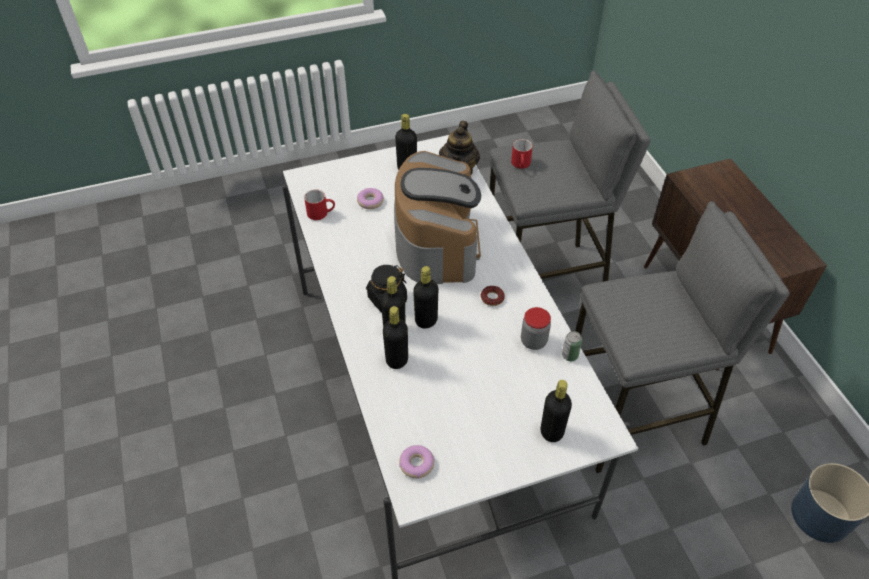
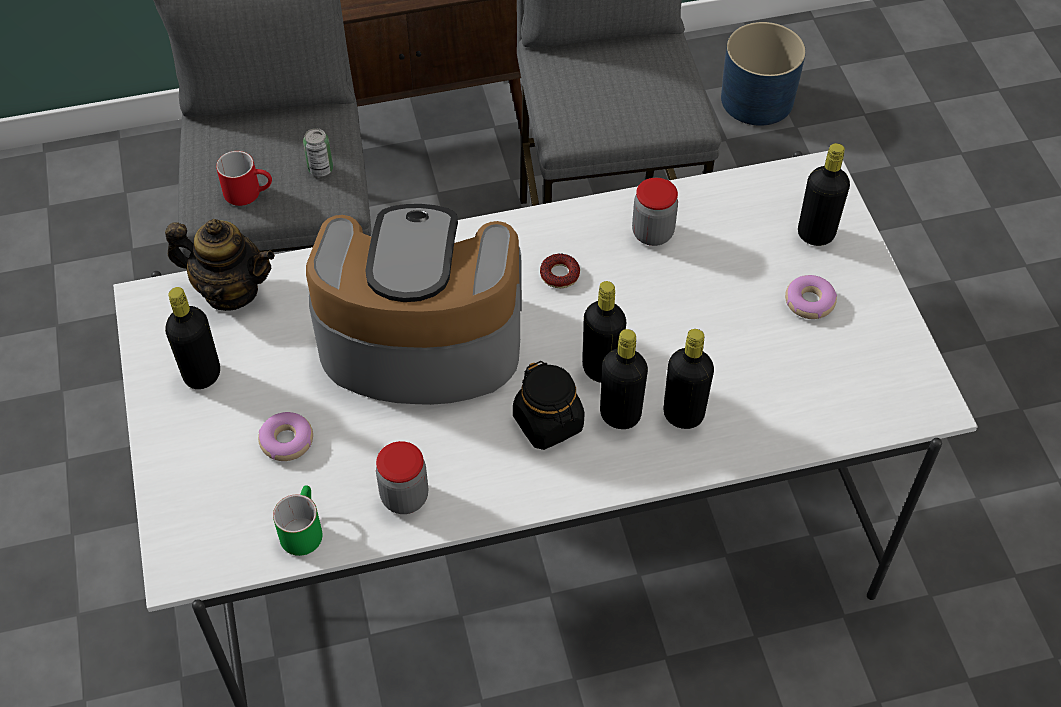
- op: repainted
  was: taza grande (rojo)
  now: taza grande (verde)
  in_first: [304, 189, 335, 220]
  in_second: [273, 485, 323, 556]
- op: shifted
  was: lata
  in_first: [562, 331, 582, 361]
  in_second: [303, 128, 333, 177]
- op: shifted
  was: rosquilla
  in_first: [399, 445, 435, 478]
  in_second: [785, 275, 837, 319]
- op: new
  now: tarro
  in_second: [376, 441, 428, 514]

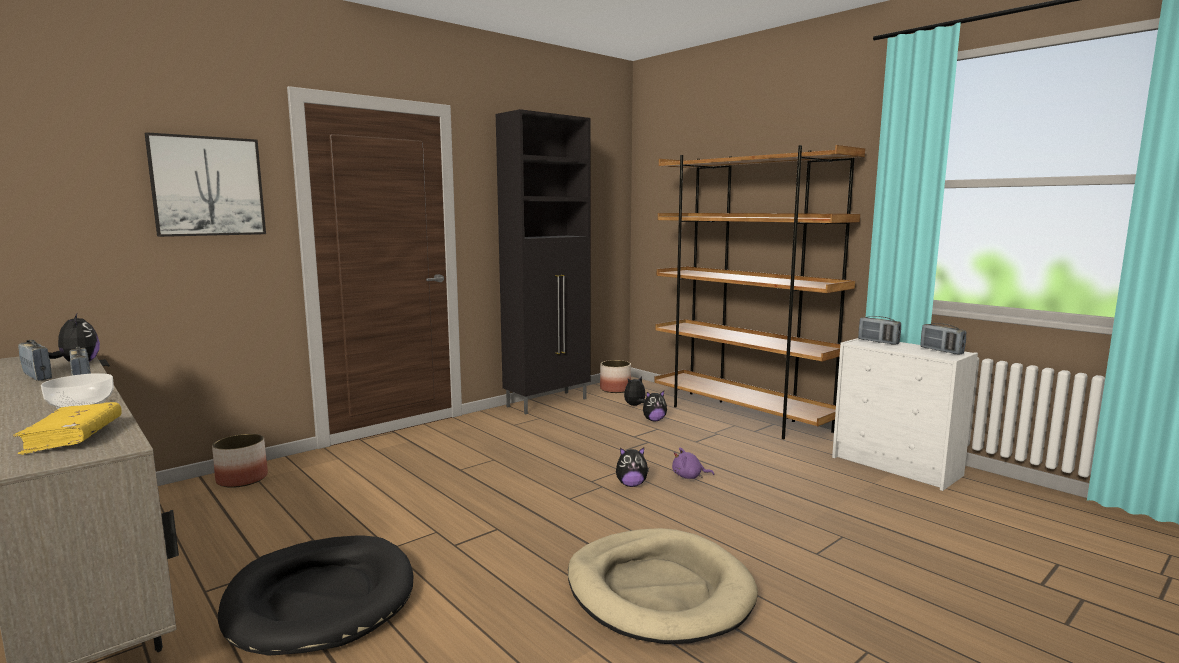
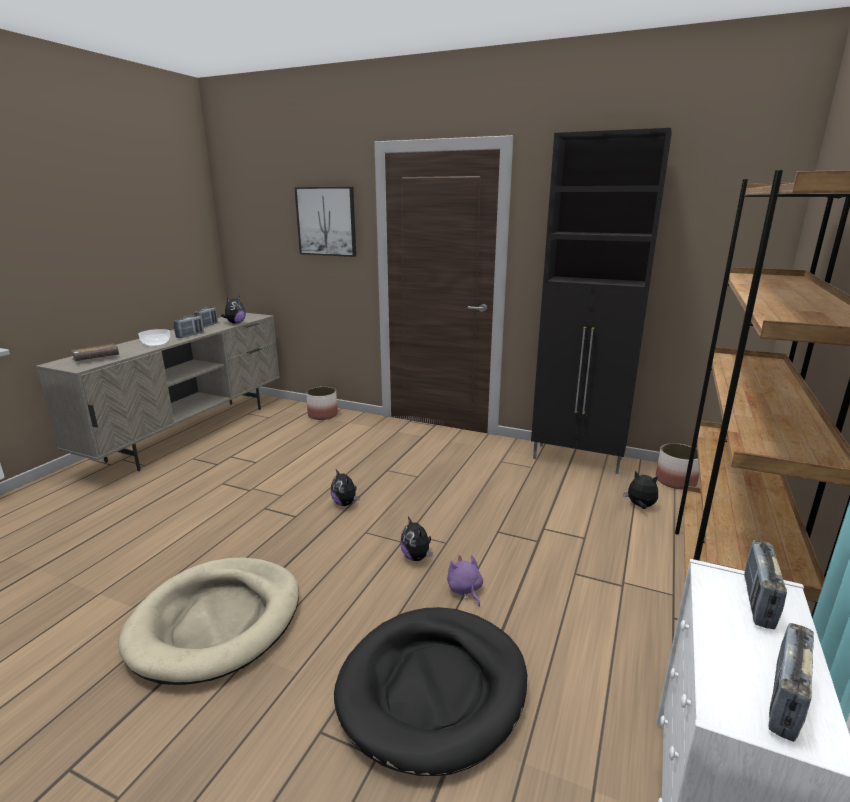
- op: shifted
  was: peluche
  in_first: [643, 391, 667, 421]
  in_second: [331, 469, 359, 506]
- op: repainted
  was: libro (amarillo)
  now: libro (marrón)
  in_first: [13, 402, 122, 455]
  in_second: [70, 344, 119, 361]
- op: shifted
  was: cama para perro (negro)
  in_first: [218, 536, 413, 656]
  in_second: [334, 607, 527, 776]

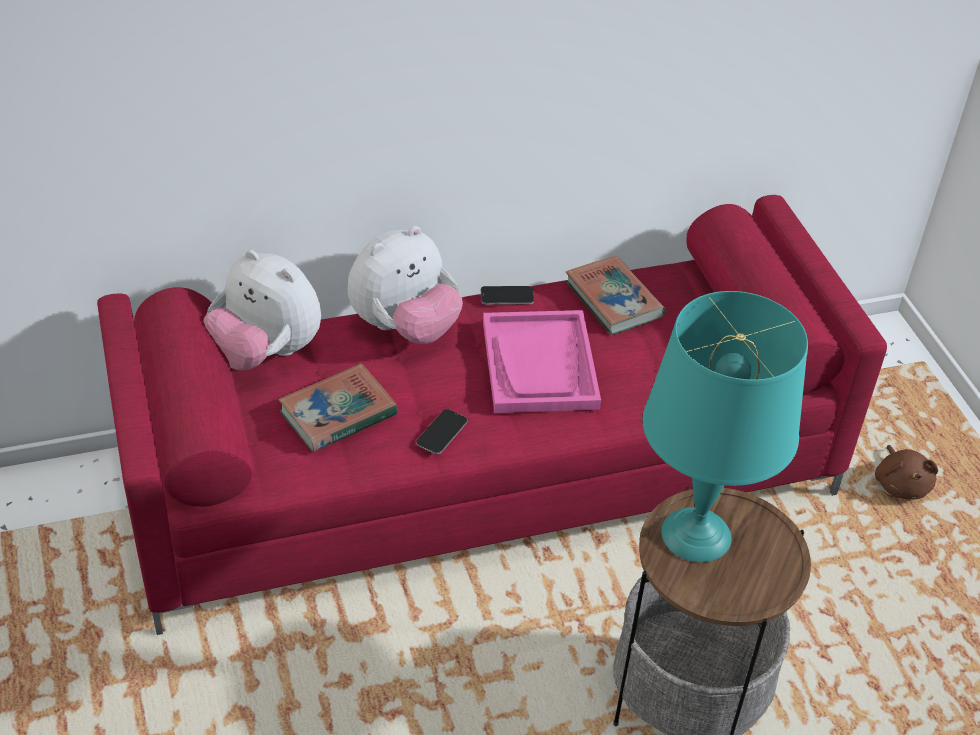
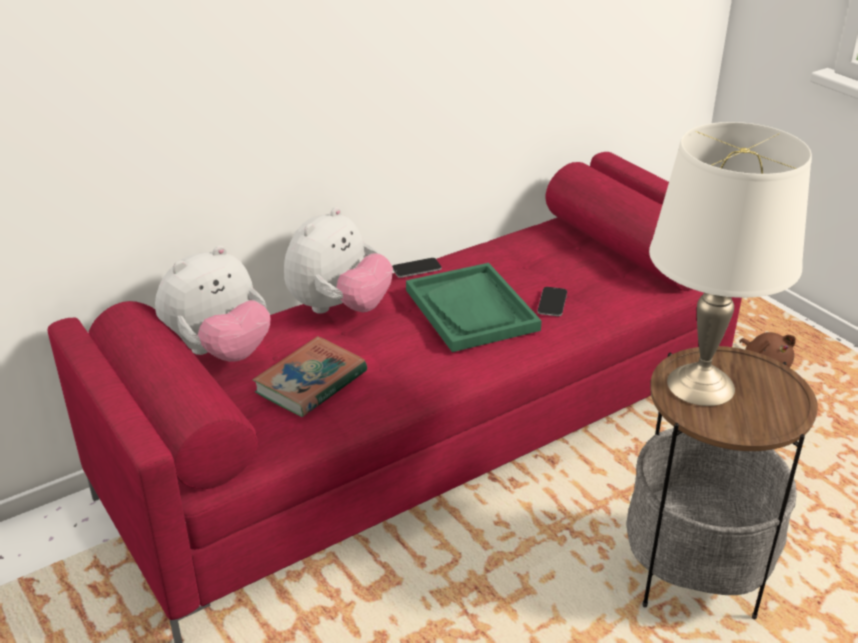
- op: rotated
  was: peluche
  in_first: [203, 250, 321, 370]
  in_second: [155, 245, 271, 362]
  clockwise: -60
- op: gone
  was: libro
  in_first: [566, 256, 665, 335]
- op: repainted
  was: lámpara de mesa (turquesa)
  now: lámpara de mesa (blanco)
  in_first: [643, 291, 808, 562]
  in_second: [649, 122, 812, 406]
- op: repainted
  was: bandeja (rosa)
  now: bandeja (verde)
  in_first: [483, 310, 601, 413]
  in_second: [406, 263, 542, 352]
- op: shifted
  was: móvil
  in_first: [416, 409, 468, 454]
  in_second: [537, 287, 567, 316]

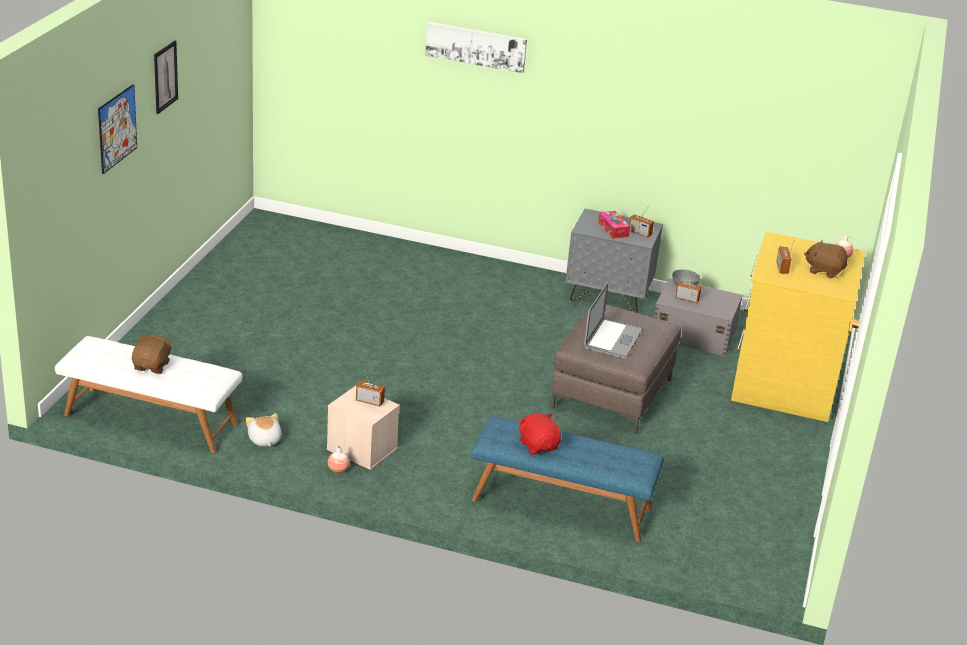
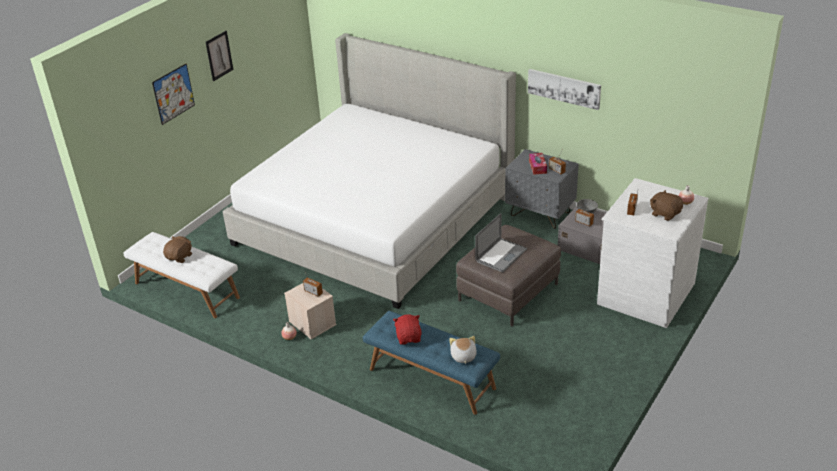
- op: shifted
  was: cuadro
  in_first: [425, 22, 527, 73]
  in_second: [528, 69, 601, 110]
- op: repainted
  was: cómoda (amarillo)
  now: cómoda (blanco)
  in_first: [731, 232, 865, 422]
  in_second: [597, 178, 709, 328]
- op: shifted
  was: peluche
  in_first: [246, 413, 282, 446]
  in_second: [449, 336, 477, 364]
- op: new
  now: cama
  in_second: [223, 33, 516, 309]

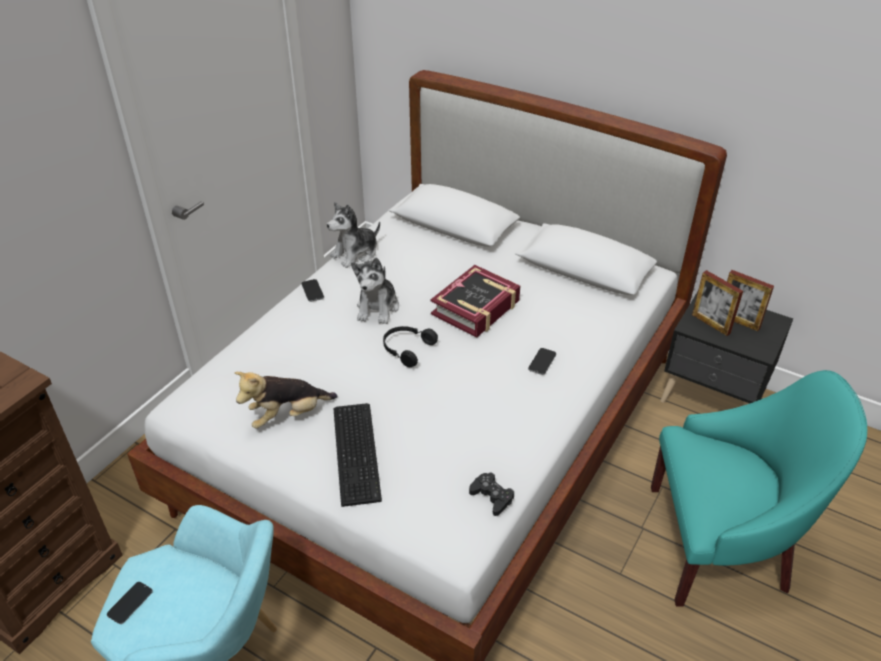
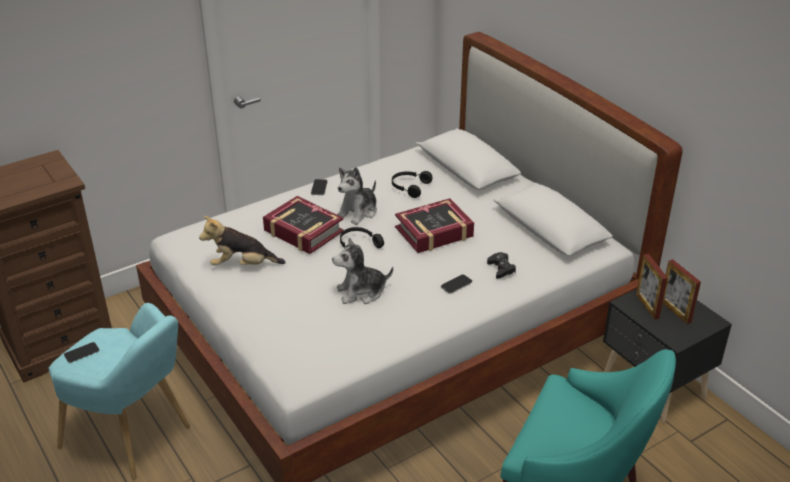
- op: shifted
  was: peluche
  in_first: [327, 202, 380, 268]
  in_second: [332, 238, 393, 304]
- op: gone
  was: teclado
  in_first: [333, 403, 382, 507]
- op: shifted
  was: mando de consola (negro)
  in_first: [469, 473, 514, 516]
  in_second: [487, 252, 516, 279]
- op: new
  now: auriculares (negro)
  in_second: [392, 171, 432, 198]
- op: new
  now: libro
  in_second: [263, 196, 344, 254]

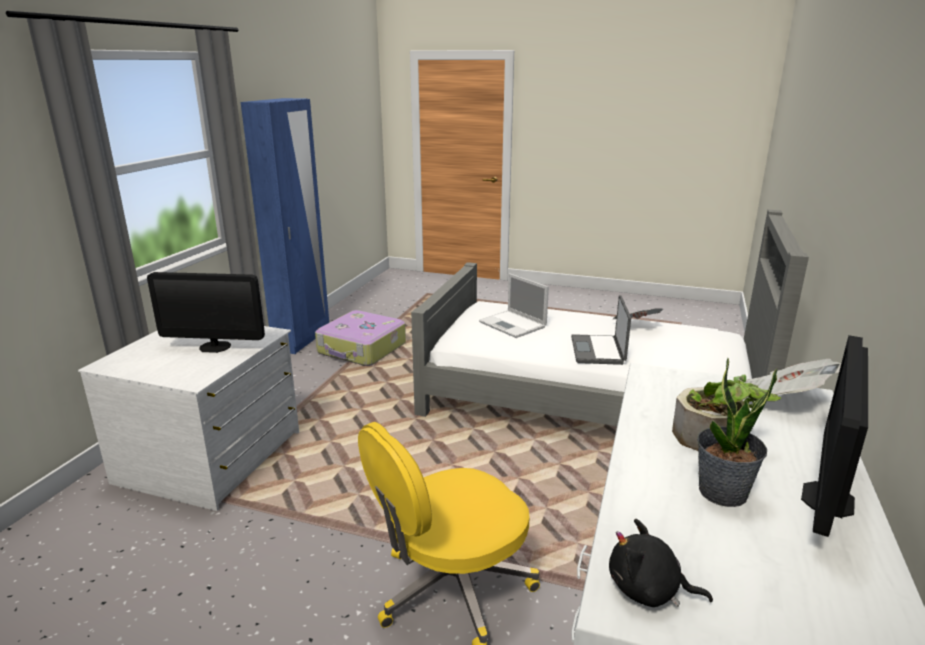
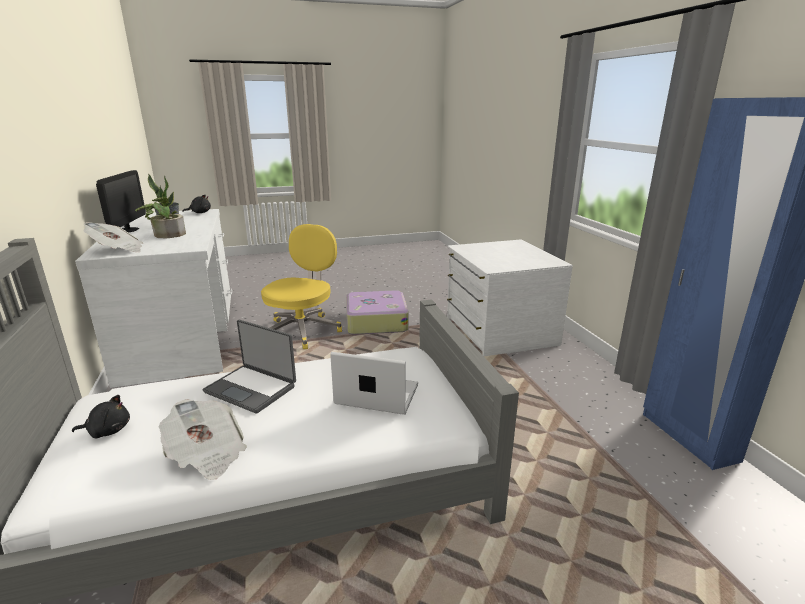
- op: gone
  was: monitor
  in_first: [147, 272, 265, 353]
- op: rotated
  was: portátil
  in_first: [571, 296, 631, 365]
  in_second: [203, 320, 296, 414]
  clockwise: 150
- op: shifted
  was: maleta
  in_first: [315, 310, 406, 366]
  in_second: [346, 290, 409, 335]
- op: new
  now: peluche (negro)
  in_second: [72, 395, 130, 438]

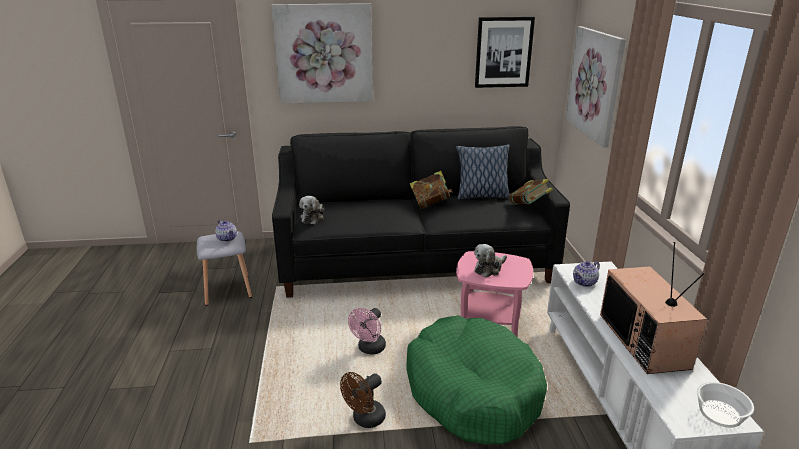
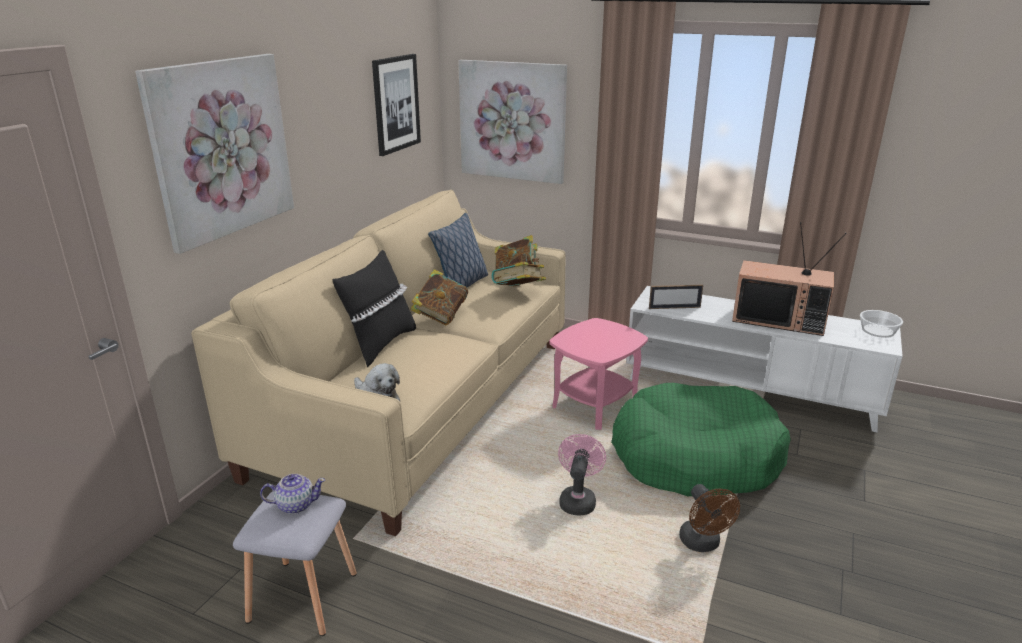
- op: repainted
  was: sofá (negro)
  now: sofá (beis)
  in_first: [272, 126, 570, 298]
  in_second: [191, 190, 566, 536]
- op: gone
  was: peluche
  in_first: [474, 244, 507, 277]
- op: swapped
  was: tetera
  now: portarretratos
  in_first: [573, 261, 600, 287]
  in_second: [649, 285, 703, 309]
- op: rotated
  was: ventilador (rosa)
  in_first: [348, 308, 386, 355]
  in_second: [558, 434, 606, 516]
  clockwise: -135
- op: new
  now: cojín (negro)
  in_second: [333, 250, 416, 367]
- op: new
  now: libro
  in_second: [491, 262, 546, 286]

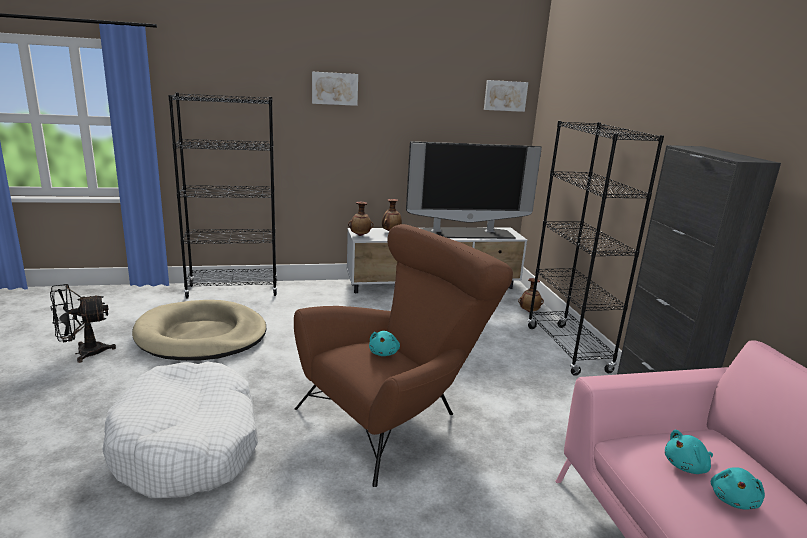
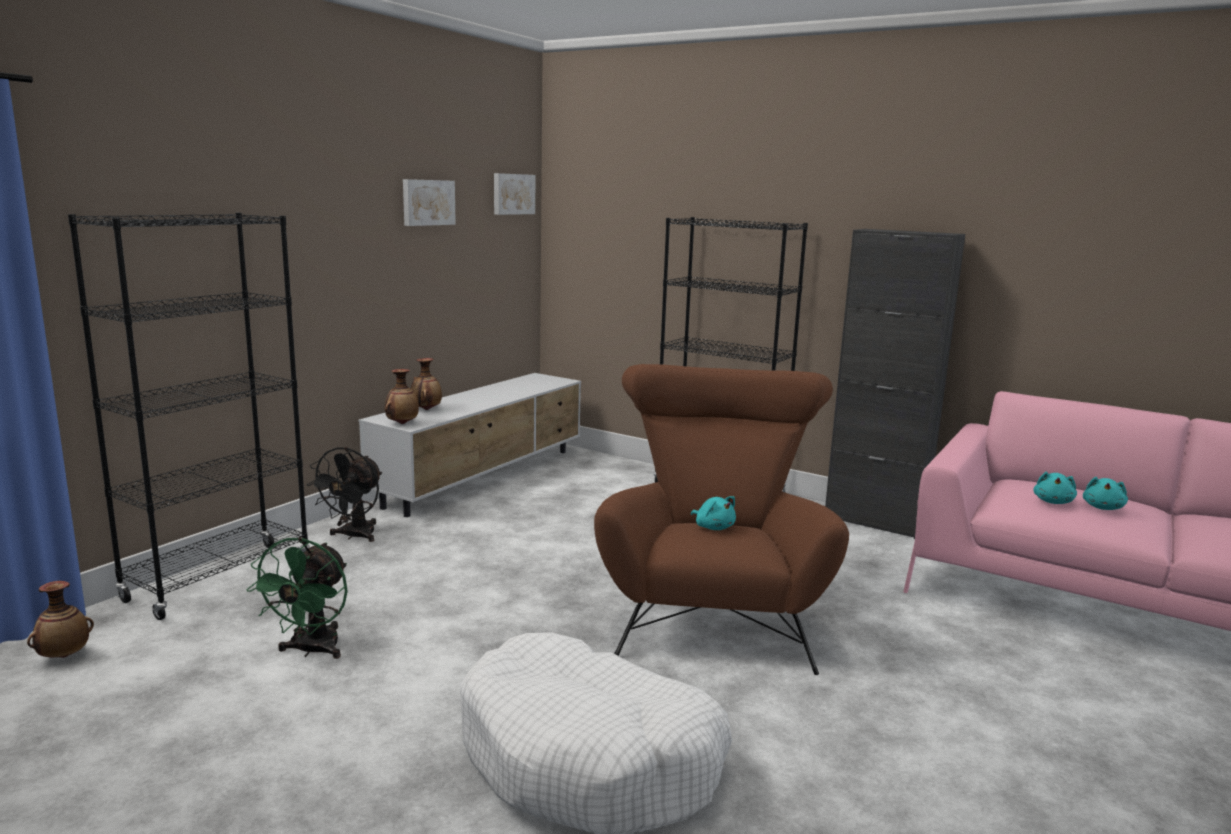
- op: shifted
  was: cuadro
  in_first: [312, 71, 358, 106]
  in_second: [403, 179, 456, 226]
- op: gone
  was: televisor
  in_first: [406, 141, 542, 239]
- op: shifted
  was: florero
  in_first: [518, 278, 544, 312]
  in_second: [27, 581, 94, 658]
- op: shifted
  was: ventilador (negro)
  in_first: [50, 284, 116, 363]
  in_second: [307, 447, 382, 542]
- op: swapped
  was: cama para perro (beis)
  now: ventilador (verde)
  in_first: [132, 300, 266, 361]
  in_second: [247, 537, 348, 659]
- op: rotated
  was: peluche (turquesa)
  in_first: [711, 467, 765, 510]
  in_second: [1083, 477, 1128, 510]
  clockwise: 45

